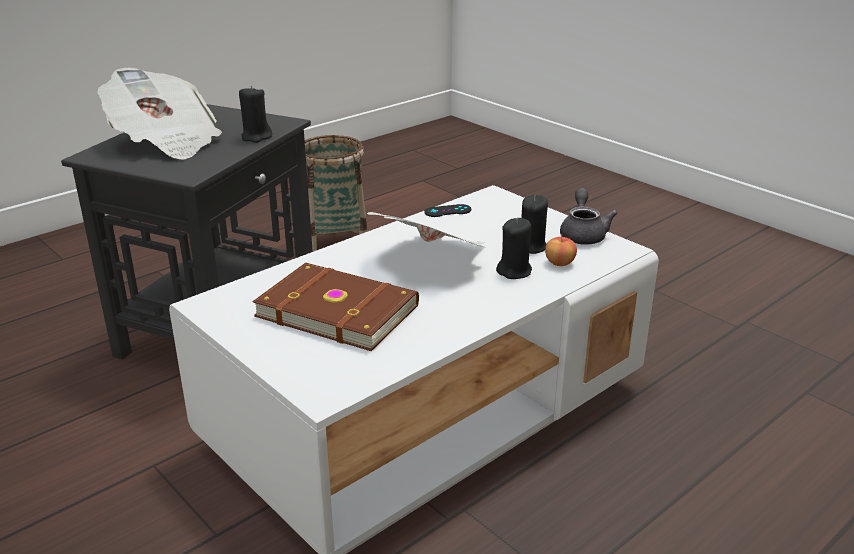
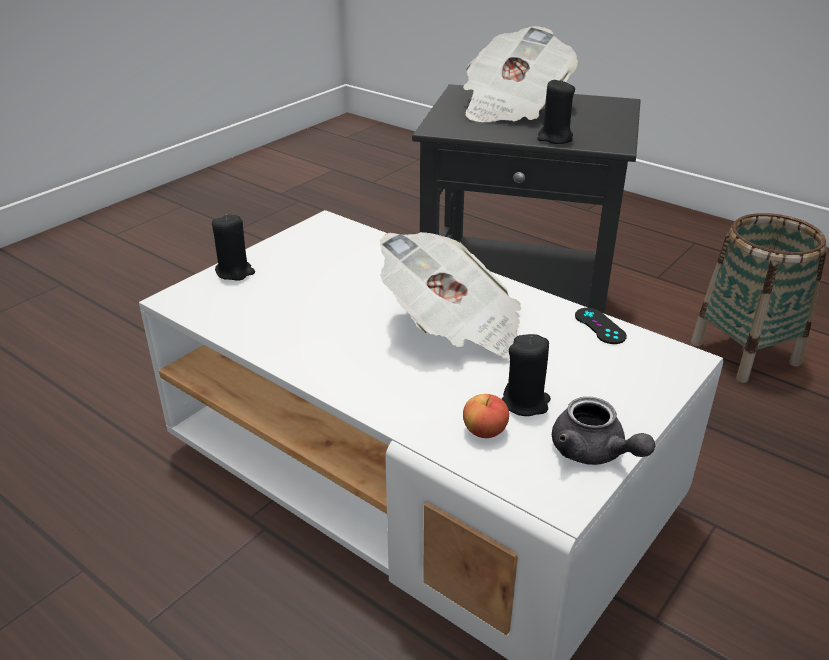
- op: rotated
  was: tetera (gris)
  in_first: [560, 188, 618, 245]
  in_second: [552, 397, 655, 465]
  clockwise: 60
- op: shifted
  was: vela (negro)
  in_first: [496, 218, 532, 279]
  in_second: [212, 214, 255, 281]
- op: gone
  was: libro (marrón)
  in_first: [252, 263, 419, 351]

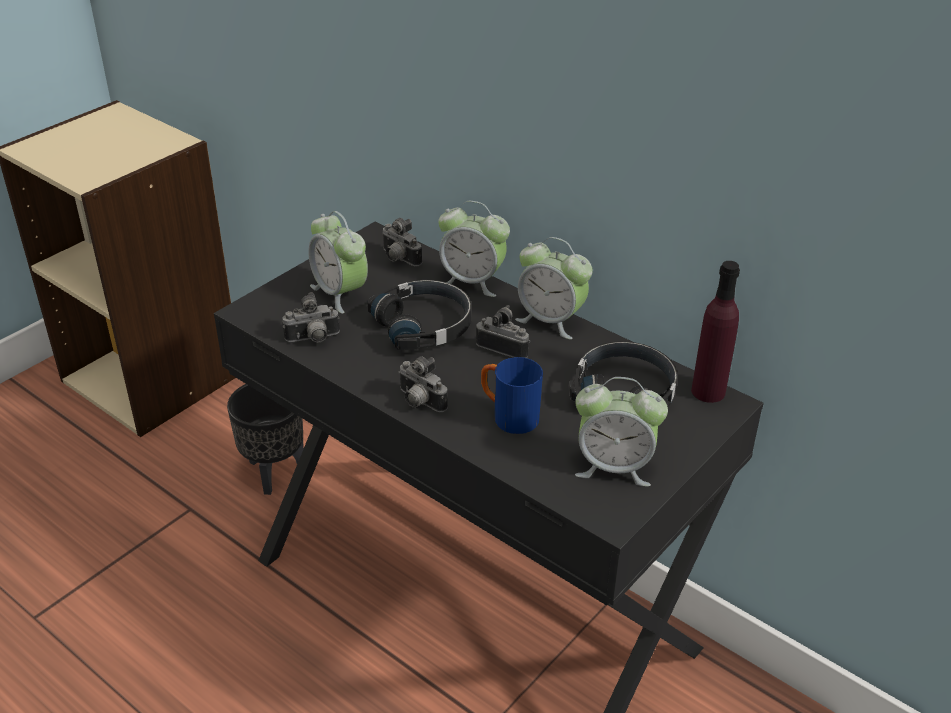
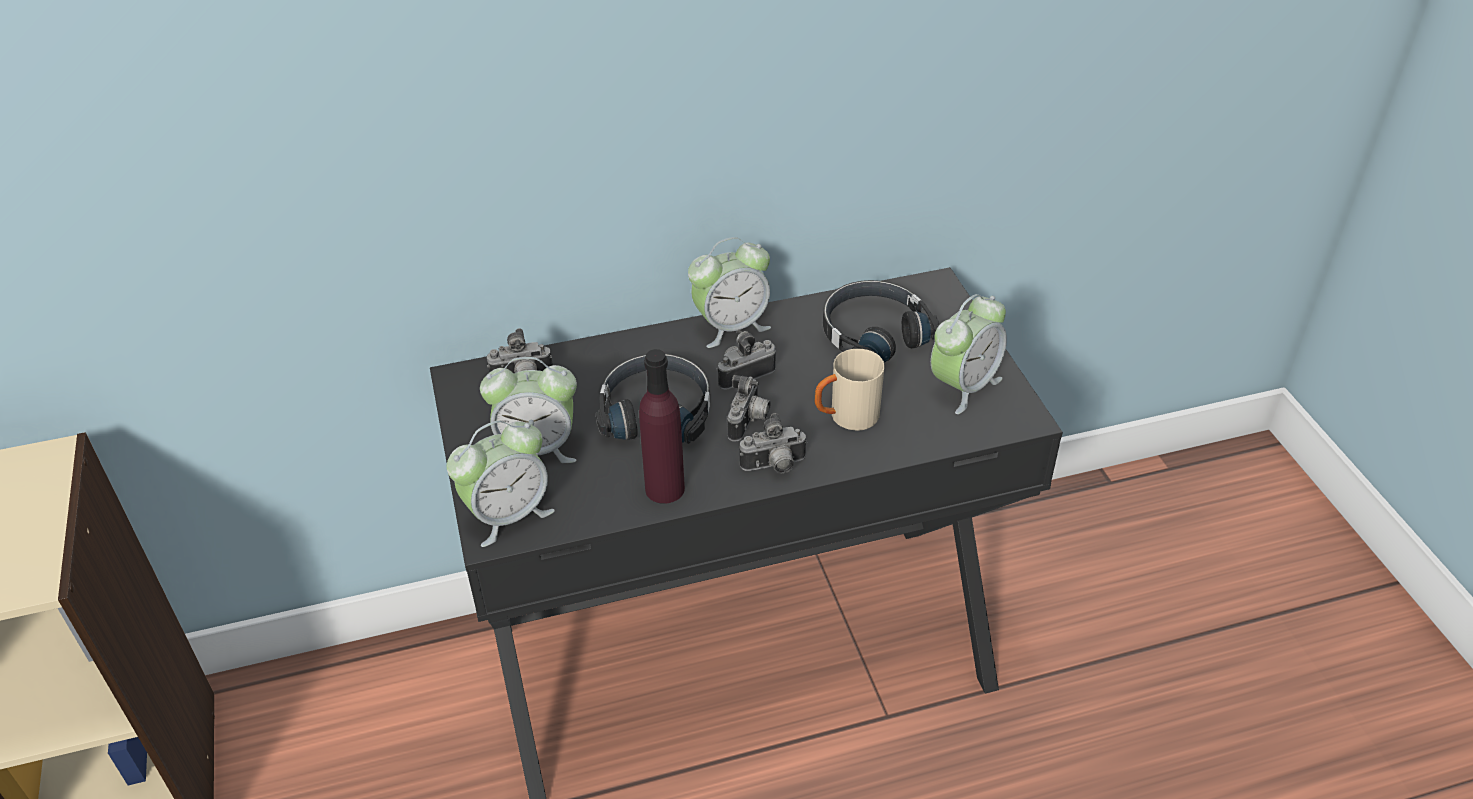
- op: shifted
  was: despertador
  in_first: [438, 201, 510, 297]
  in_second: [447, 421, 555, 547]
- op: shifted
  was: botella (morado)
  in_first: [691, 261, 740, 403]
  in_second: [639, 349, 685, 504]
- op: shifted
  was: cámara
  in_first: [282, 292, 340, 342]
  in_second: [727, 375, 771, 442]
- op: repainted
  was: taza grande (azul)
  now: taza grande (beis)
  in_first: [481, 357, 543, 434]
  in_second: [815, 349, 885, 431]
- op: gone
  was: maceta (negro)
  in_first: [227, 384, 304, 495]

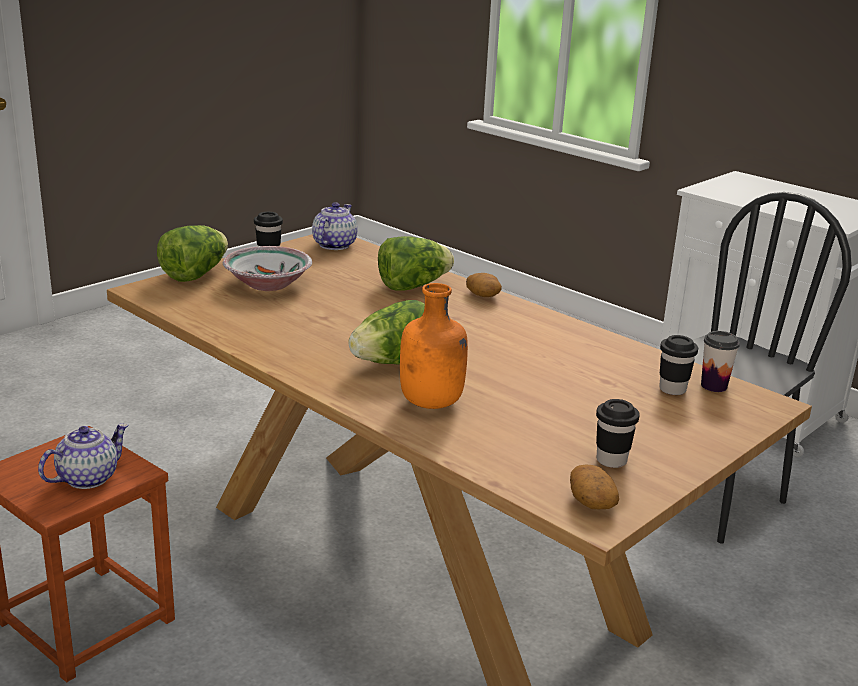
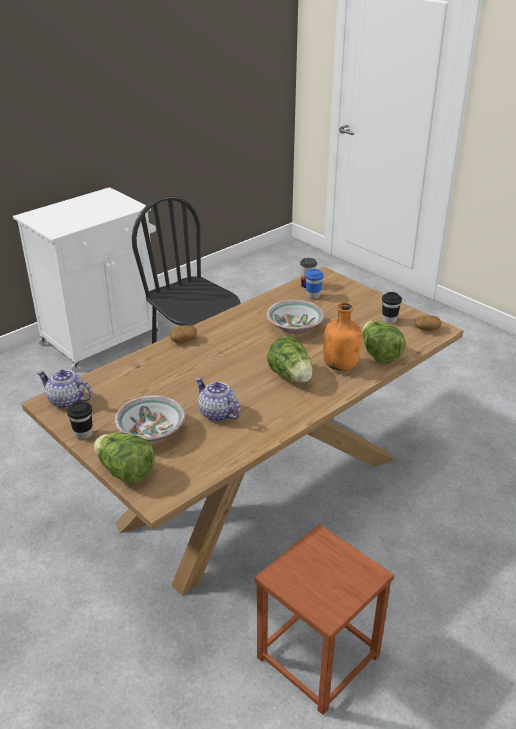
- op: shifted
  was: lechuga
  in_first: [378, 236, 454, 291]
  in_second: [362, 321, 406, 364]
- op: repainted
  was: taza (negro)
  now: taza (azul)
  in_first: [659, 335, 698, 395]
  in_second: [305, 269, 324, 299]
- op: shifted
  was: tetera
  in_first: [38, 423, 129, 489]
  in_second: [195, 378, 241, 422]
- op: new
  now: cuenco
  in_second: [267, 300, 324, 334]

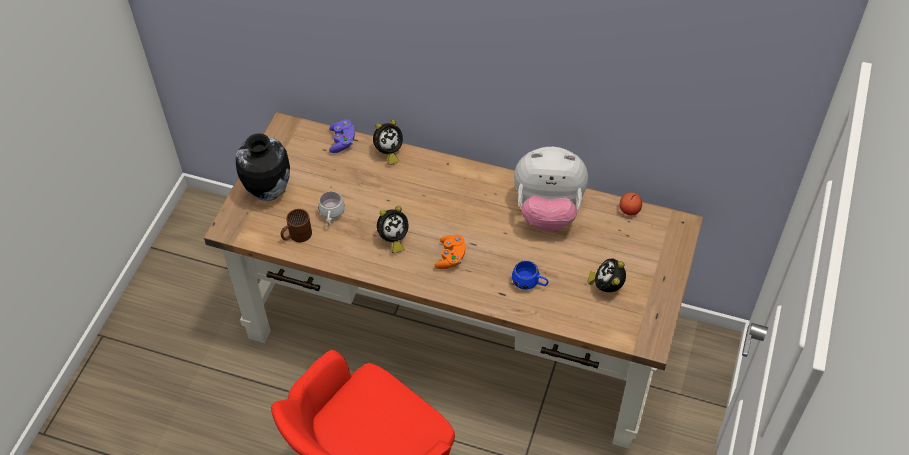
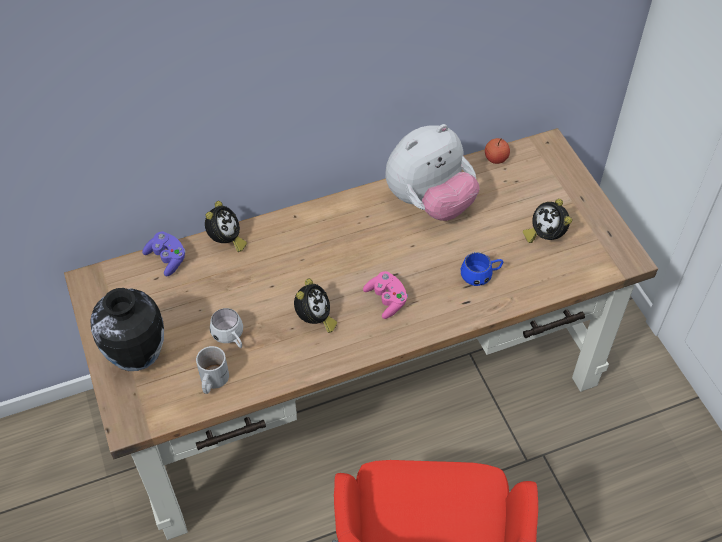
- op: repainted
  was: taza grande (marrón)
  now: taza grande (blanco)
  in_first: [281, 209, 312, 242]
  in_second: [196, 346, 229, 394]
- op: repainted
  was: mando de consola (naranja)
  now: mando de consola (rosa)
  in_first: [434, 234, 466, 269]
  in_second: [363, 271, 408, 319]

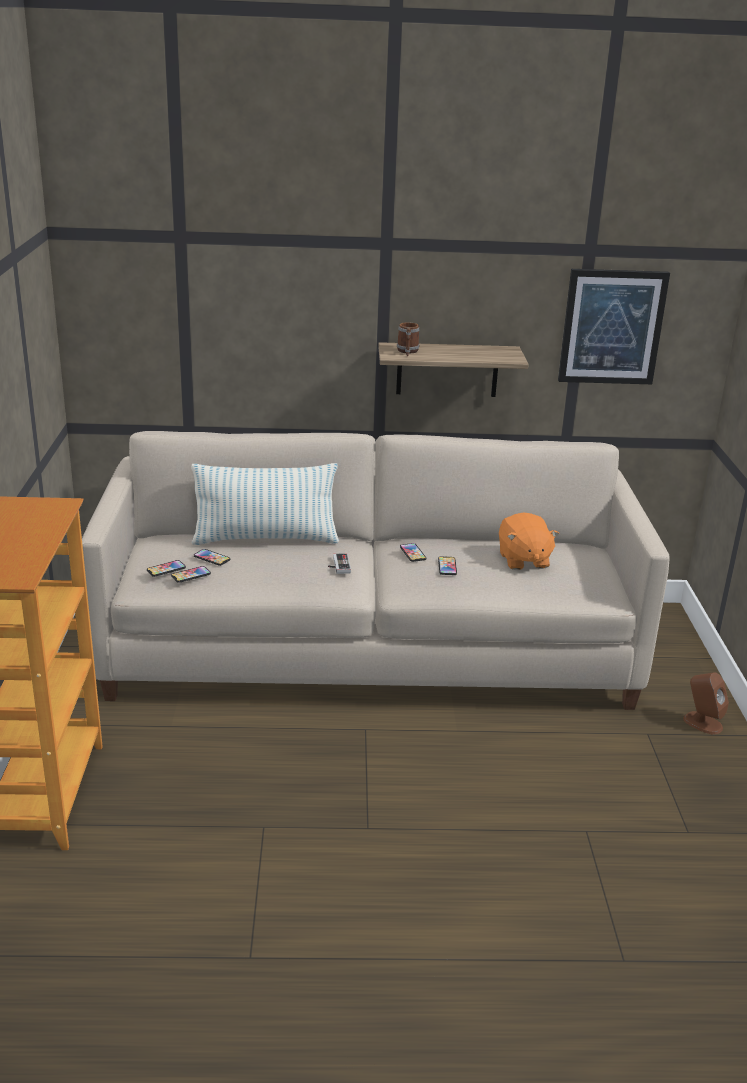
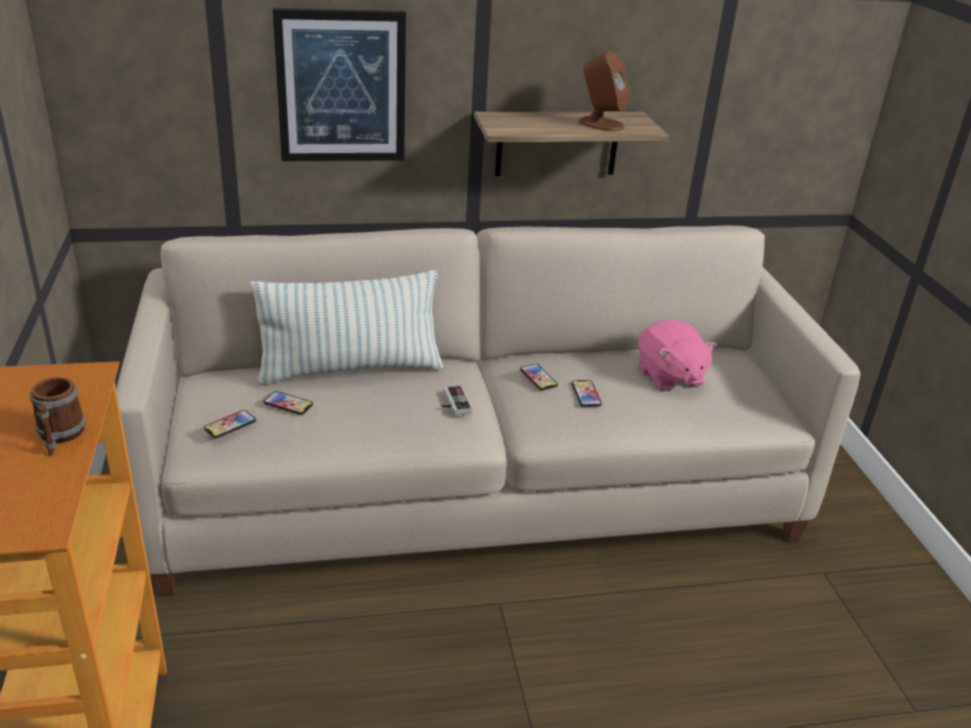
- op: shifted
  was: cuadro
  in_first: [558, 269, 670, 384]
  in_second: [273, 8, 406, 161]
- op: shifted
  was: taza grande
  in_first: [397, 322, 420, 356]
  in_second: [30, 377, 85, 456]
- op: repainted
  was: peluche (naranja)
  now: peluche (rosa)
  in_first: [499, 512, 559, 570]
  in_second: [638, 320, 717, 392]
- op: gone
  was: móvil
  in_first: [171, 566, 211, 583]
- op: shifted
  was: altavoz (marrón)
  in_first: [683, 672, 729, 734]
  in_second: [578, 51, 630, 132]

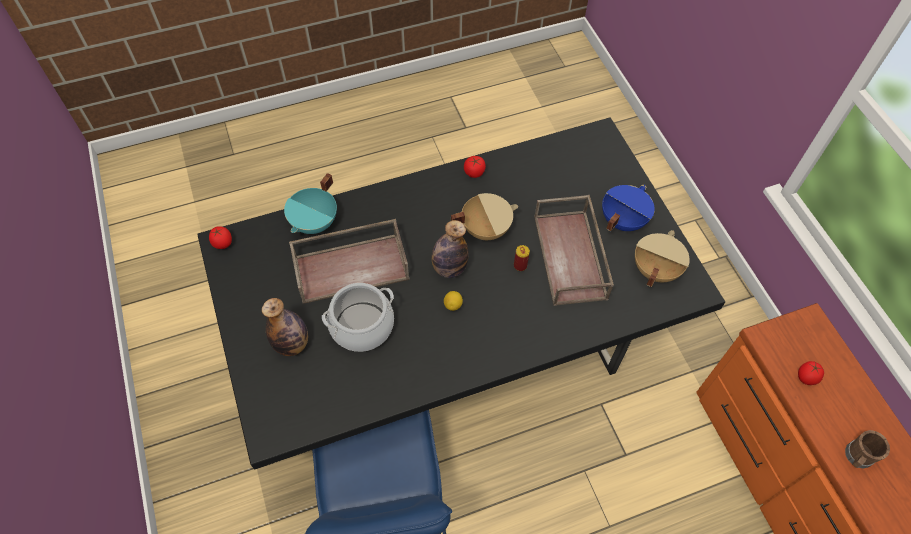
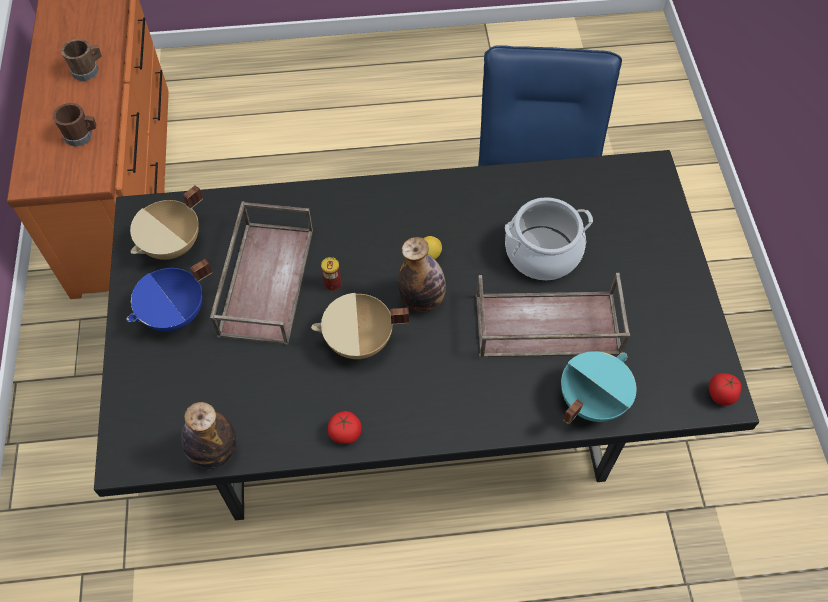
- op: shifted
  was: botella
  in_first: [262, 298, 308, 356]
  in_second: [181, 402, 236, 469]
- op: swapped
  was: tomate
  now: taza grande (marrón)
  in_first: [798, 361, 824, 385]
  in_second: [53, 103, 96, 146]

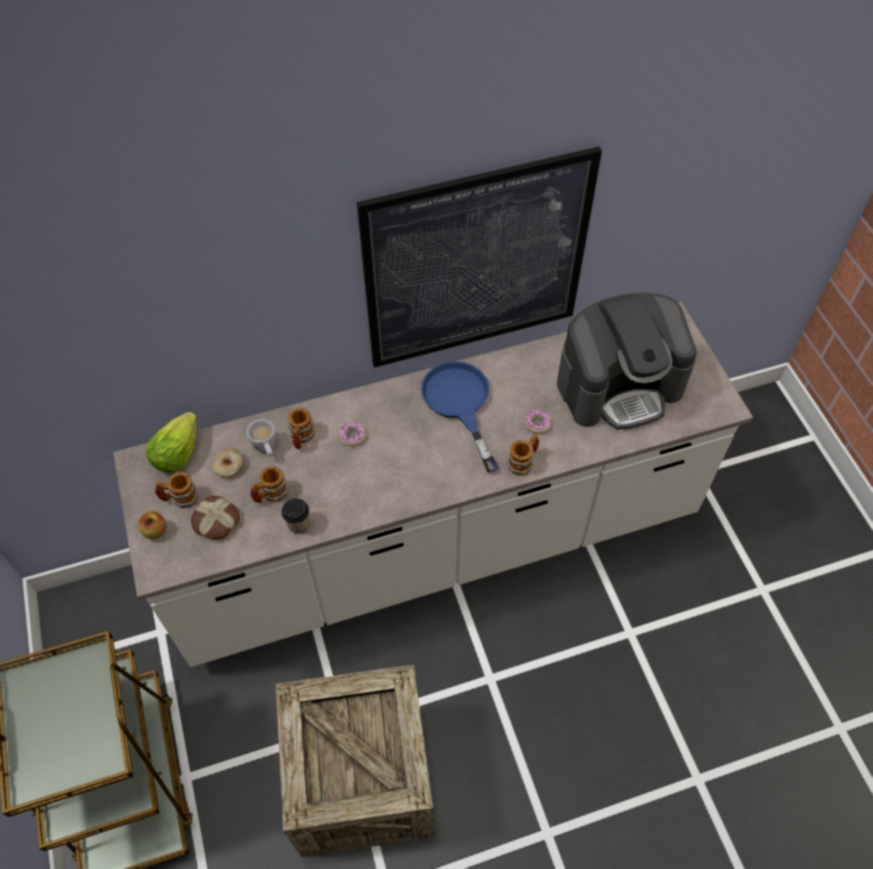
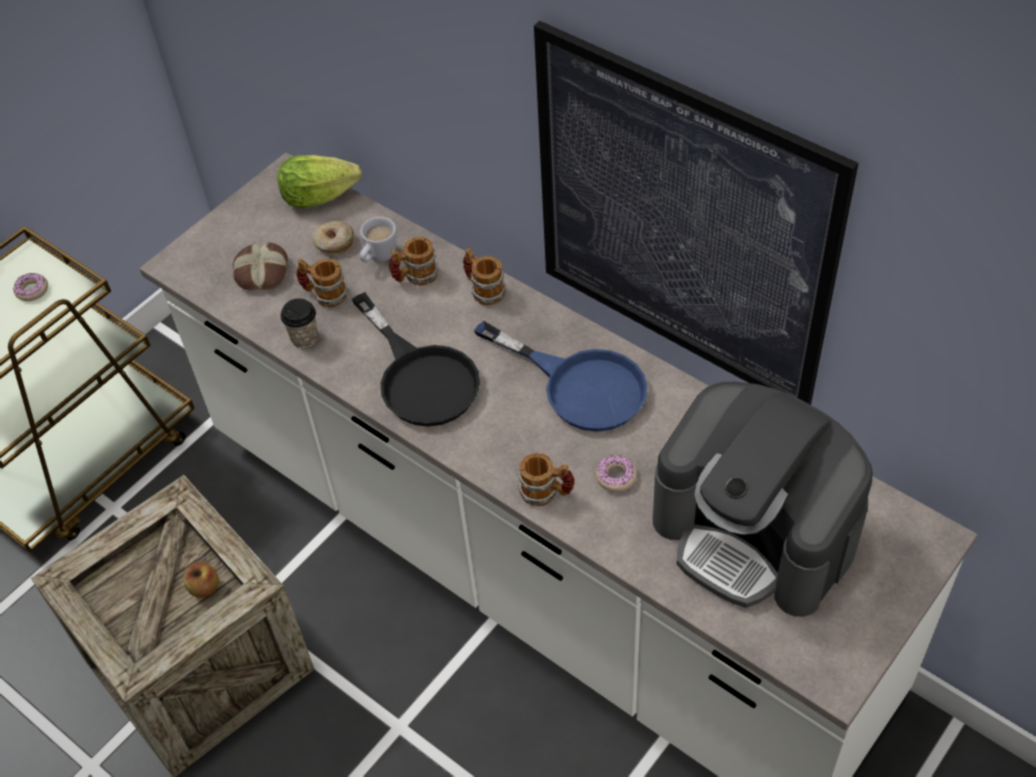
- op: rotated
  was: sartén (azul)
  in_first: [421, 361, 499, 473]
  in_second: [474, 321, 648, 432]
  clockwise: 90
- op: shifted
  was: rosquilla
  in_first: [339, 422, 366, 446]
  in_second: [13, 273, 48, 301]
- op: shifted
  was: taza grande
  in_first: [155, 472, 199, 508]
  in_second: [463, 248, 506, 305]
- op: shifted
  was: manzana
  in_first: [138, 511, 166, 540]
  in_second: [183, 562, 219, 598]
- op: new
  now: sartén (negro)
  in_second: [352, 292, 480, 427]

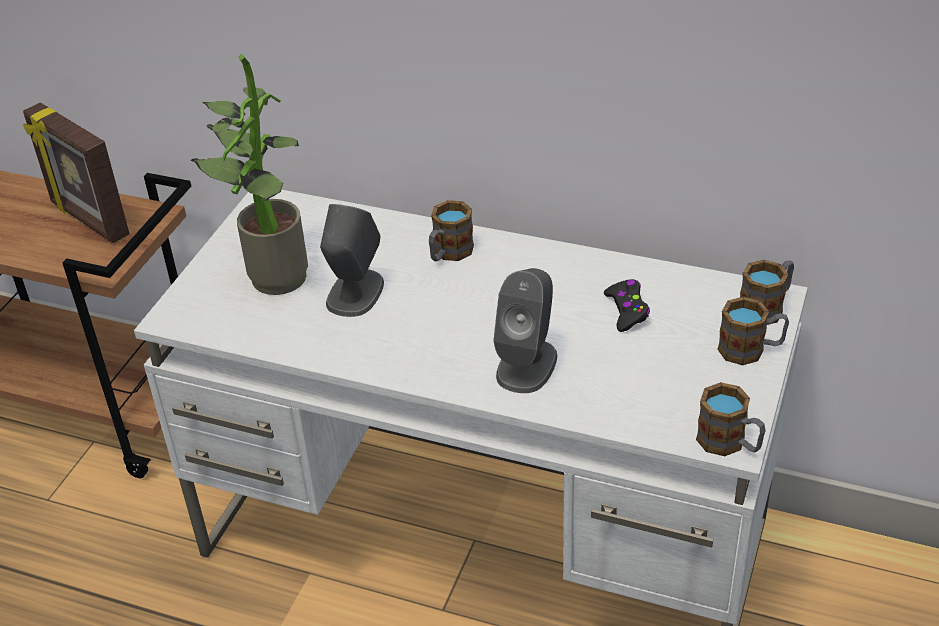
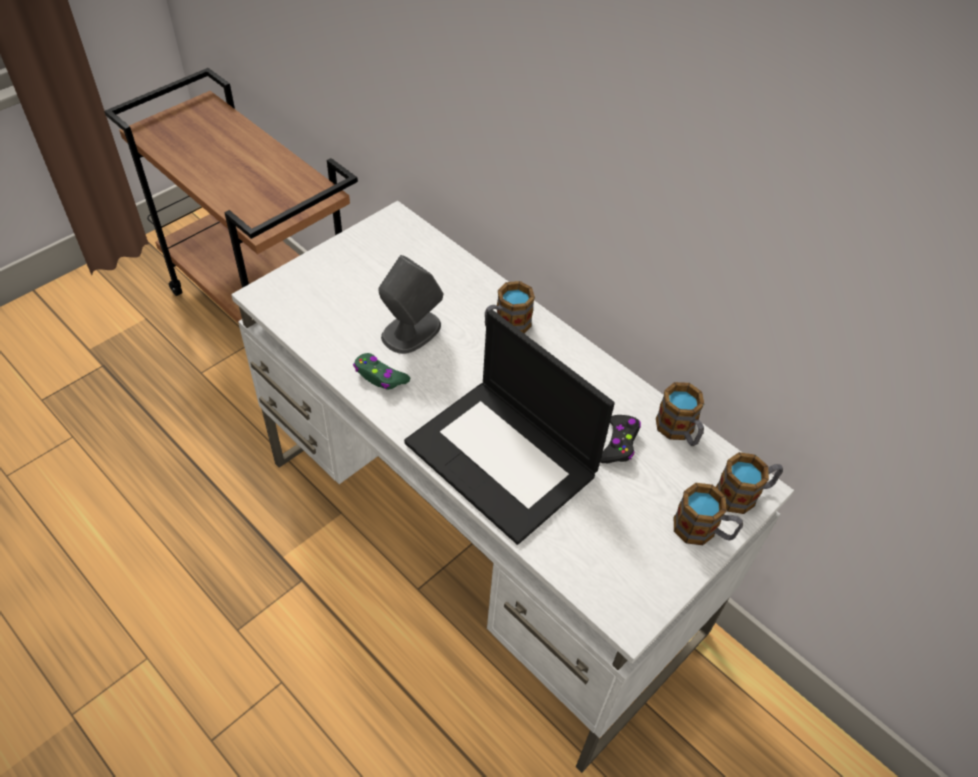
- op: gone
  was: planta en maceta
  in_first: [190, 54, 308, 295]
- op: gone
  was: portarretratos
  in_first: [23, 102, 130, 243]
- op: swapped
  was: altavoz (gris)
  now: portátil
  in_first: [493, 268, 557, 393]
  in_second: [404, 309, 615, 545]
- op: shifted
  was: taza grande
  in_first: [696, 382, 766, 456]
  in_second: [656, 382, 704, 446]
- op: new
  now: mando de consola (verde)
  in_second: [353, 353, 411, 390]

